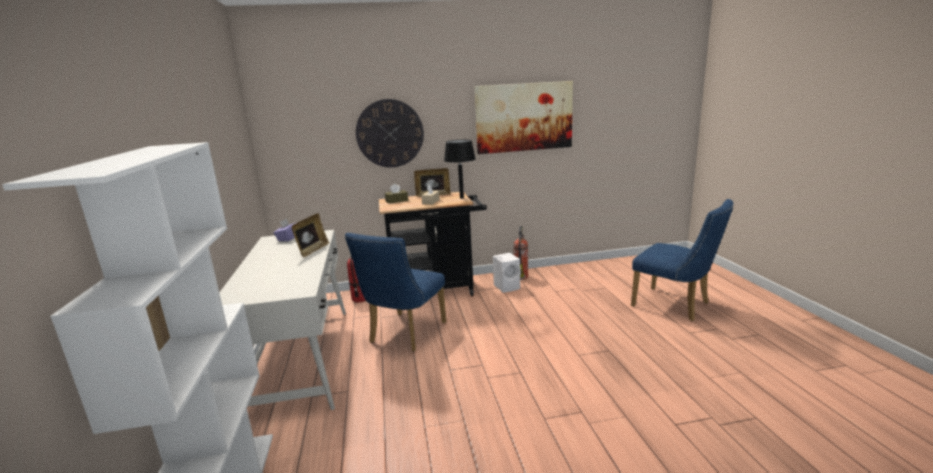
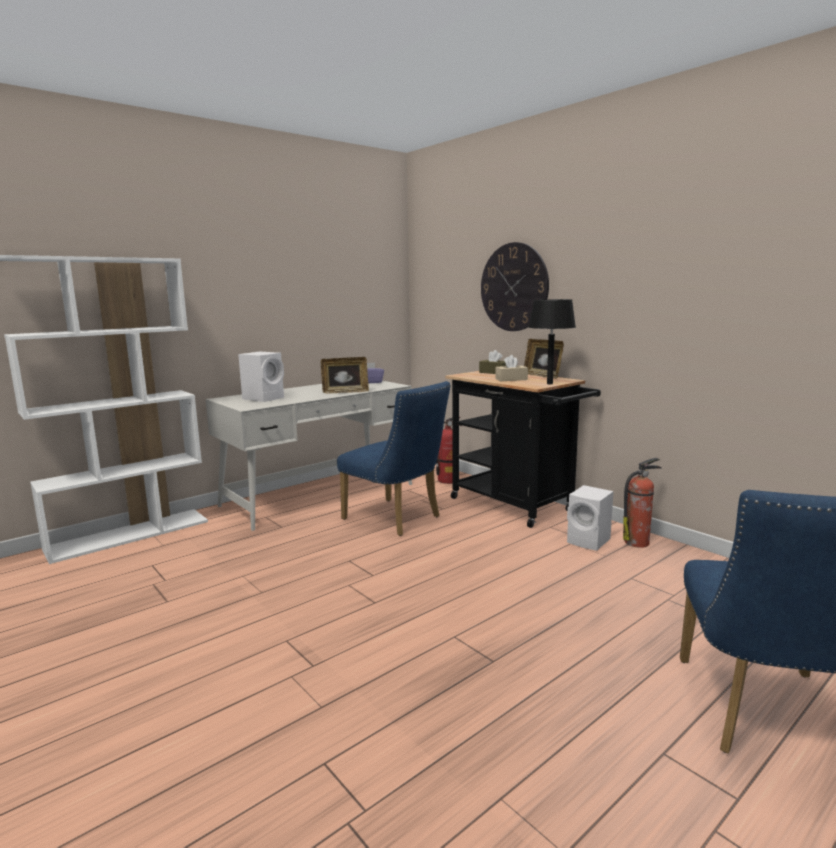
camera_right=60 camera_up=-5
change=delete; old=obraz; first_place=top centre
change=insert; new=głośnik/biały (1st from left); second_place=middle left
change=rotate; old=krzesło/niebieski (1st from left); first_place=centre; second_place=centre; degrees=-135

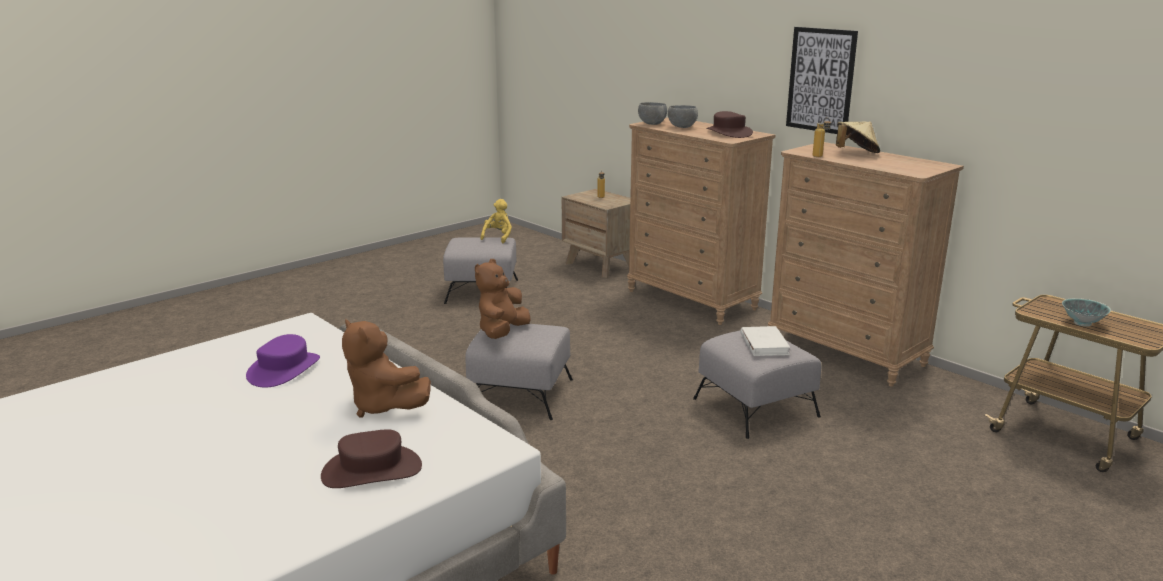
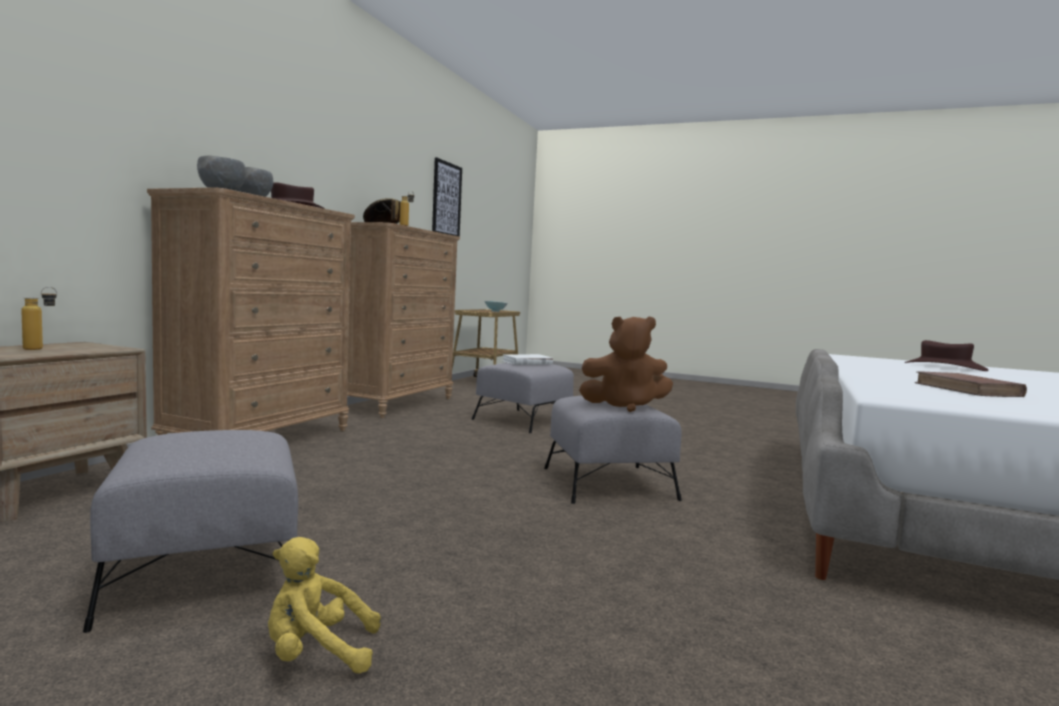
camera_right=-115 camera_up=-15
change=delete; old=pluszak/brązowy (1st from left); first_place=middle left
change=move; old=pluszak/żółty; first_place=centre; second_place=bottom left
change=move; old=obraz; first_place=top right; second_place=top centre
change=replace; old=kapelusz/fioletowy; new=książka/brązowy; first_place=middle left; second_place=middle right

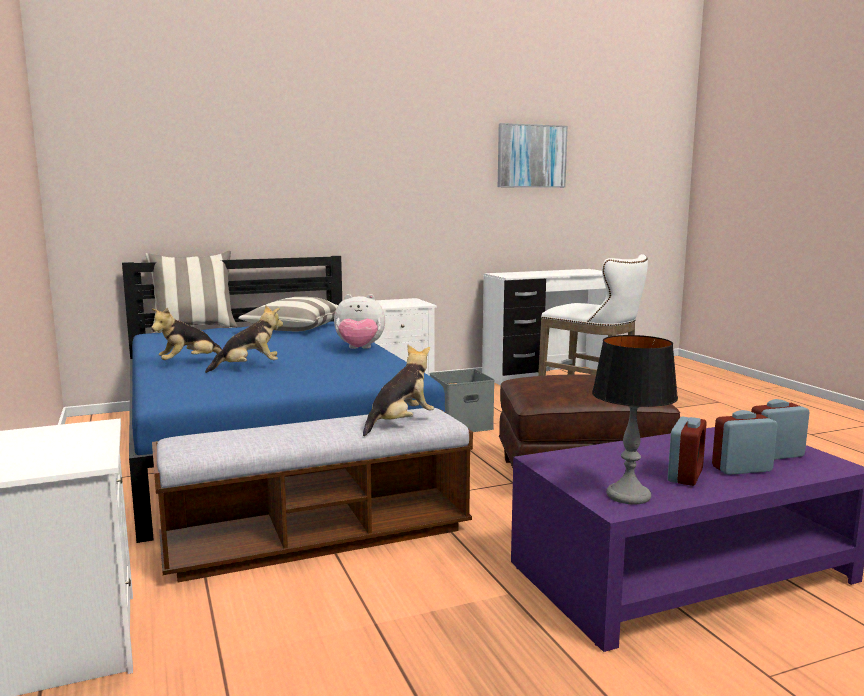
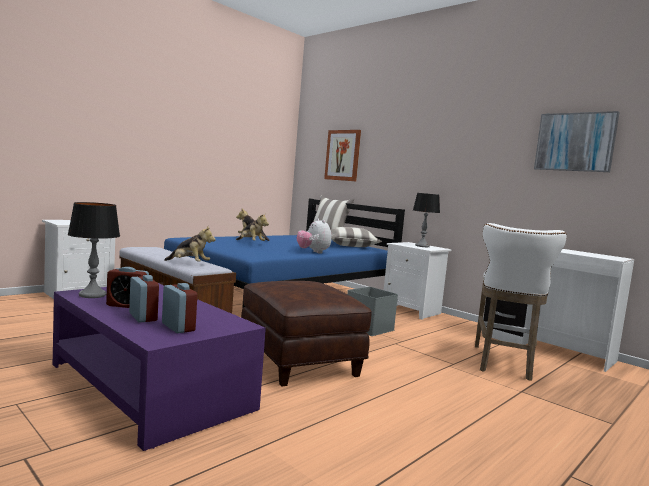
camera_right=65 camera_up=-5
change=insert; new=obraz (1st from left); second_place=top centre
change=insert; new=lampa stołowa (2nd from left); second_place=centre

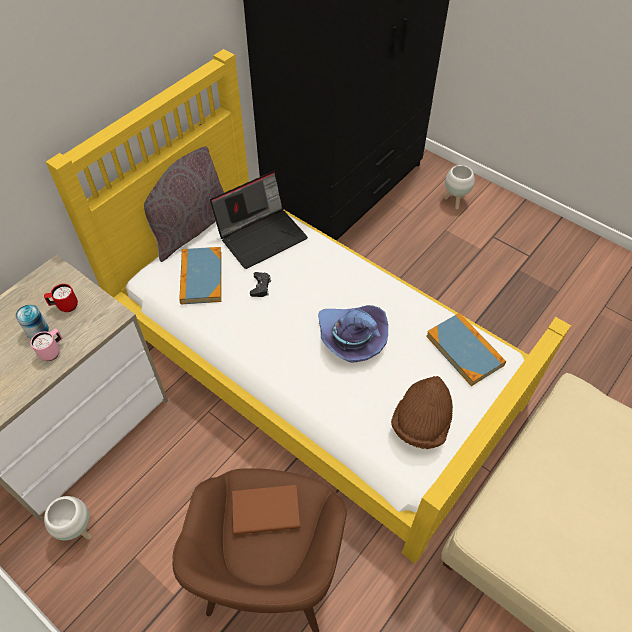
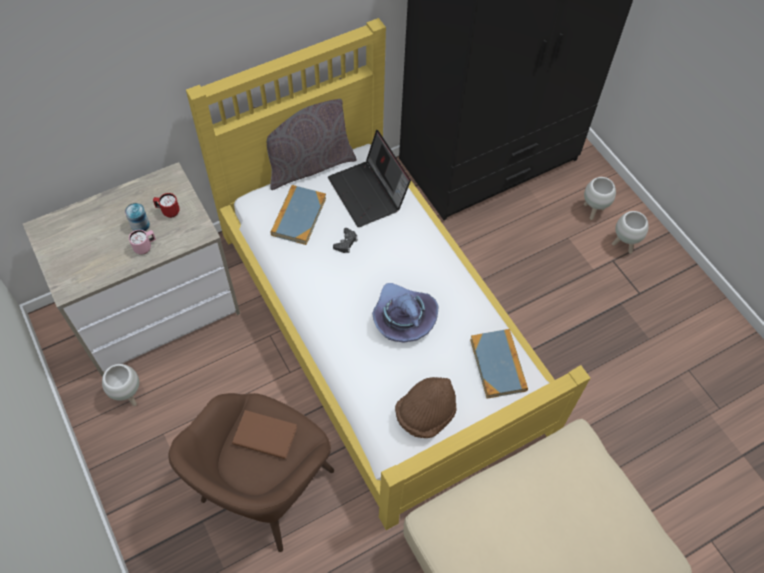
camera_right=20 camera_up=5
change=insert; new=donica/biały (3rd from left); second_place=middle right
change=rotate; old=laptop; first_place=centre; second_place=top centre; degrees=75

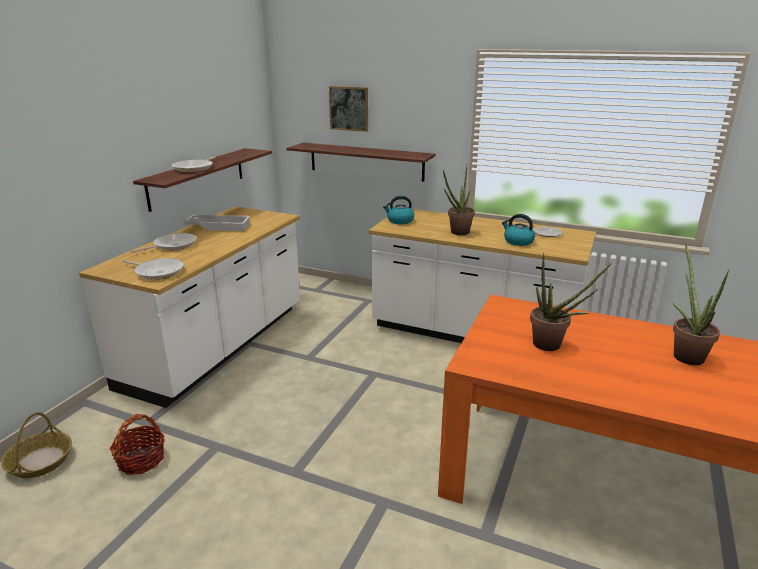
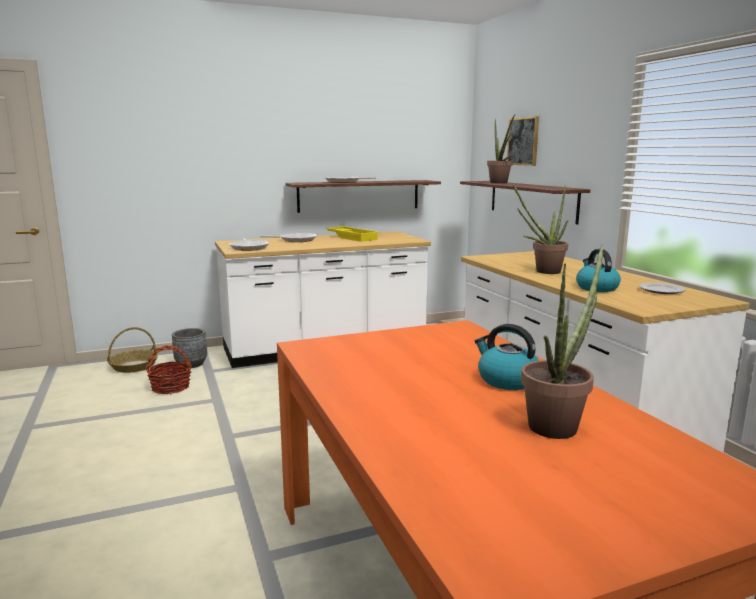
camera_right=45 camera_up=-10
change=insert; new=donica/szary; second_place=middle left
change=move; old=czajnik (1st from left); first_place=centre; second_place=middle right
change=move; old=roślina doniczkowa (2nd from left in the first image); new=roślina doniczkowa (1st from left); first_place=middle right; second_place=top centre
change=recolor; old=taca/biały; new=taca/żółty; first_place=middle left; second_place=centre

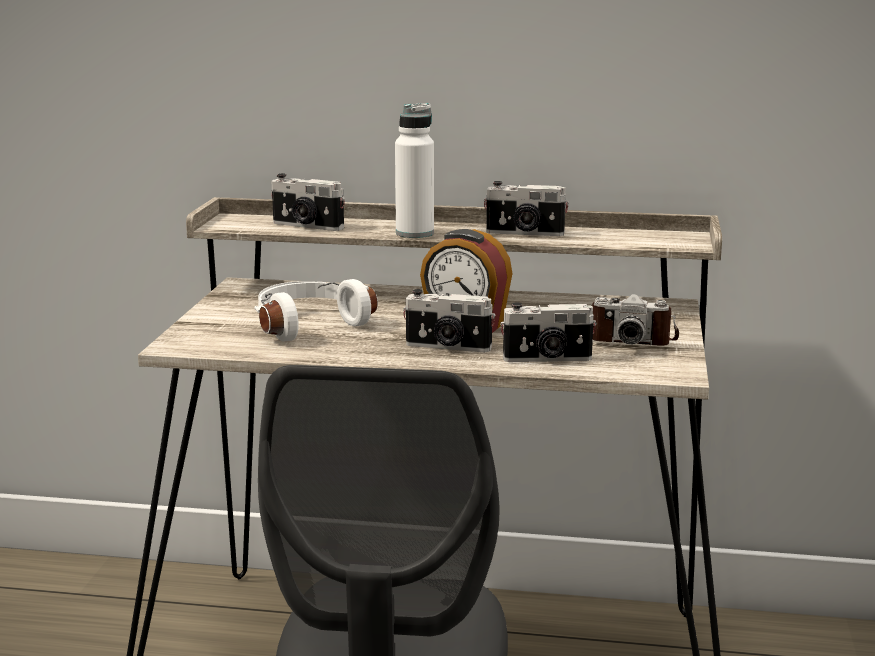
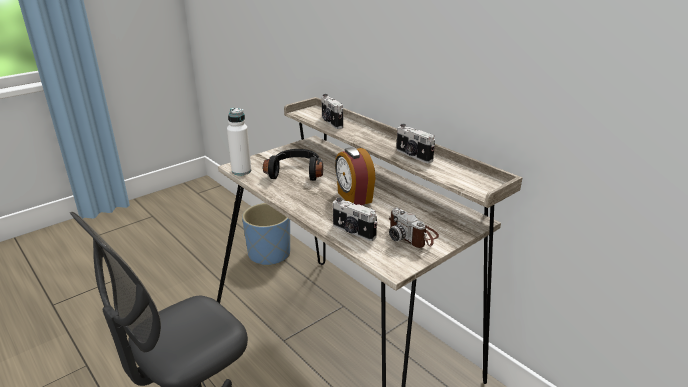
camera_right=40 camera_up=10
change=delete; old=aparat fotograficzny (2nd from left); first_place=centre
change=insert; new=donica/niebieski; second_place=centre
change=move; old=butelka/biały; first_place=top centre; second_place=centre
change=recolor; old=słuchawki/biały; new=słuchawki/czarny; first_place=centre; second_place=centre

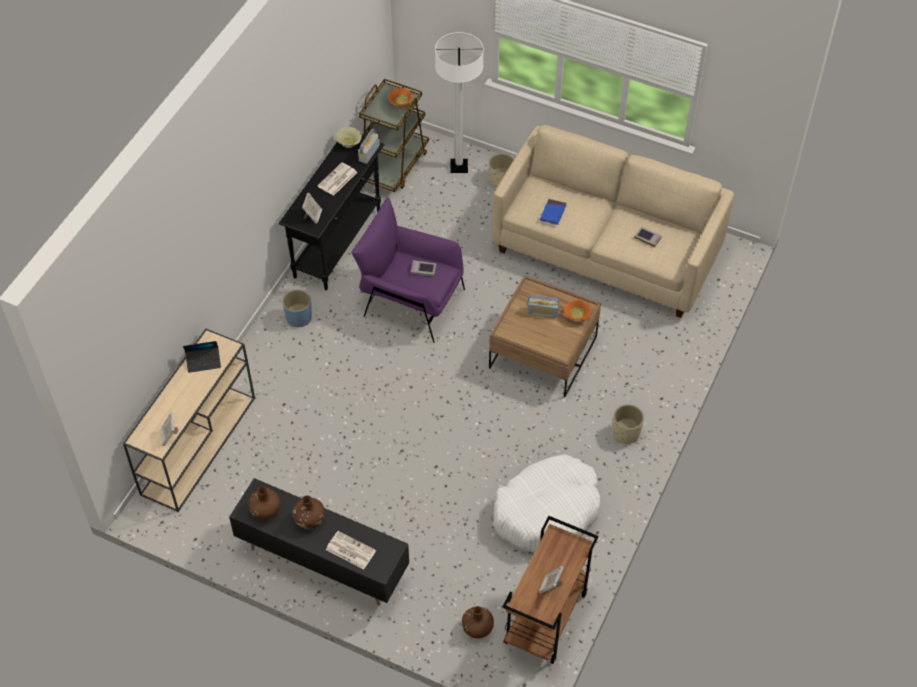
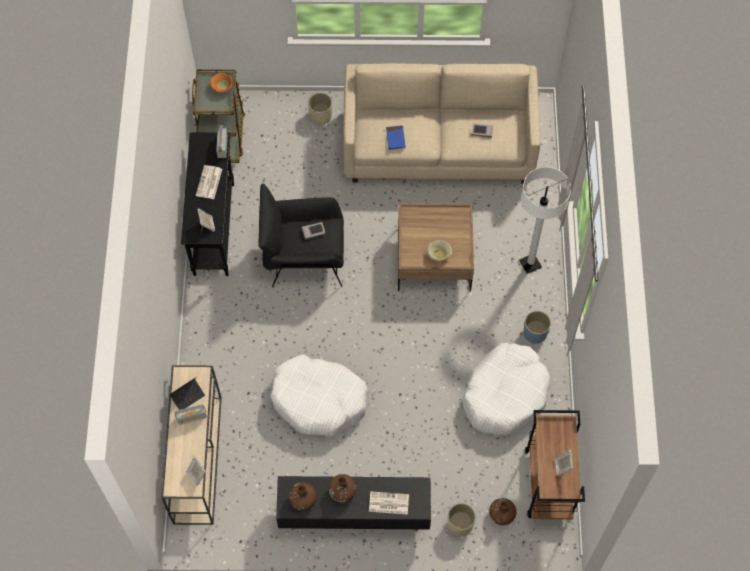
camera_right=-25 camera_up=10
change=delete; old=miska/pomarańczowy (2nd from left); first_place=centre
change=insert; new=legowisko/biały (1st from left); second_place=bottom centre
change=move; old=donica/niebieski; first_place=middle left; second_place=middle right
change=move; old=miska/beżowy; first_place=top centre; second_place=centre
change=move; old=lampa stojąca/biały; first_place=top centre; second_place=middle right
change=move; old=radio (2nd from left in the first image); new=radio (1st from left); first_place=centre; second_place=bottom left
change=move; old=donica/beżowy (2nd from left); first_place=middle right; second_place=bottom centre
change=recolor; old=fotel/fioletowy; new=fotel/czarny; first_place=centre; second_place=centre

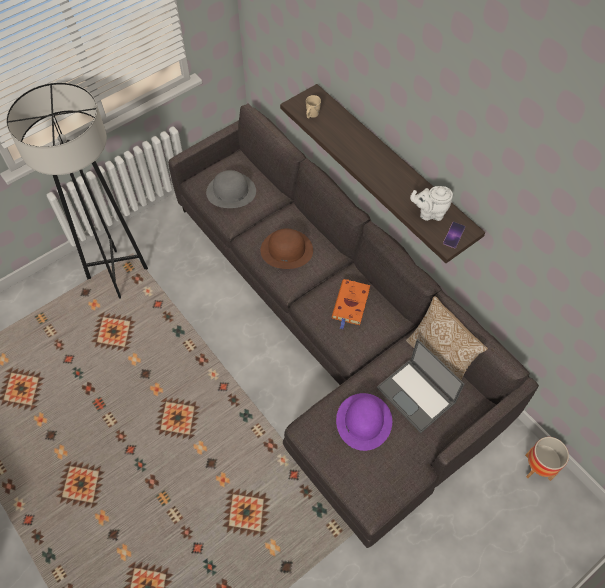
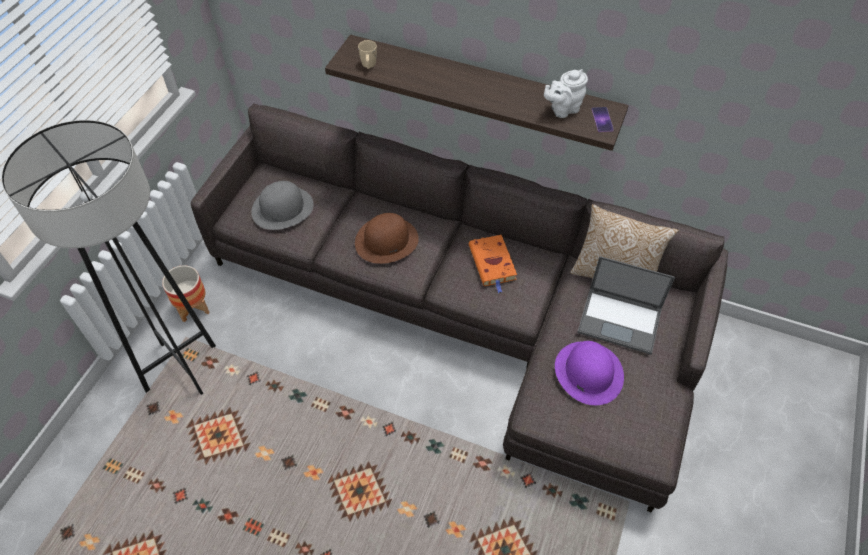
camera_right=-30 camera_up=-5
change=move; old=donica; first_place=bottom right; second_place=middle left

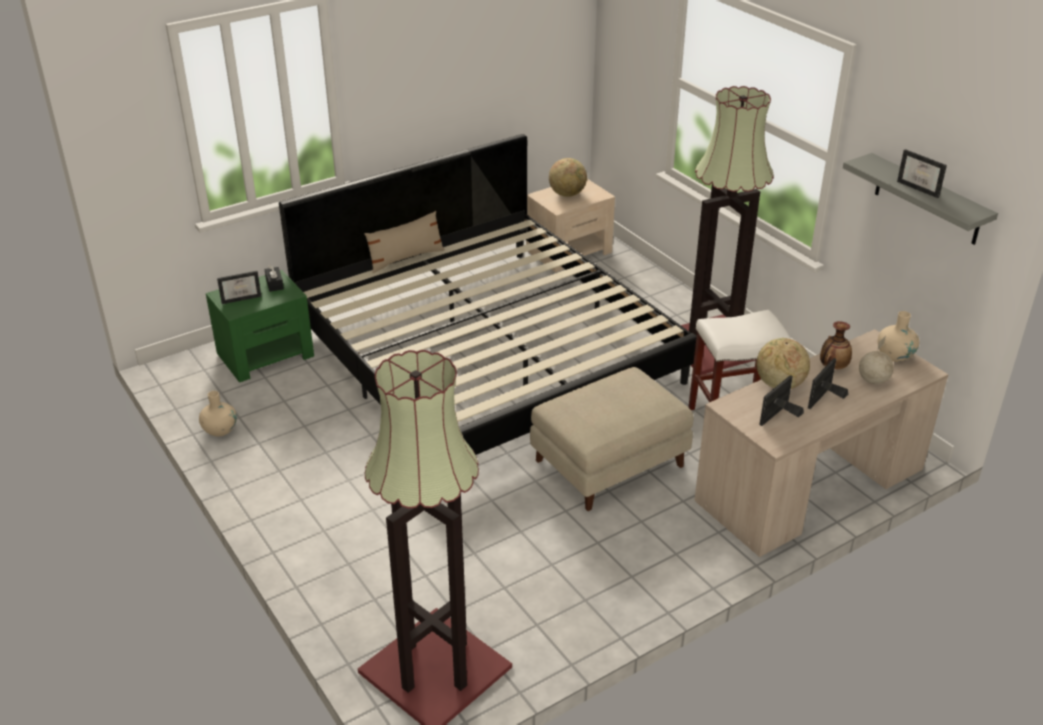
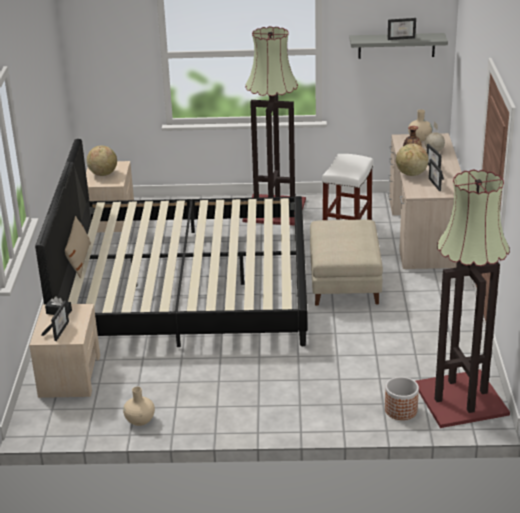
camera_right=-55 camera_up=-5
change=insert; new=donica; second_place=bottom right
change=recolor; old=szafka nocna/zielony; new=szafka nocna/beżowy (1st from left); first_place=middle left; second_place=bottom left

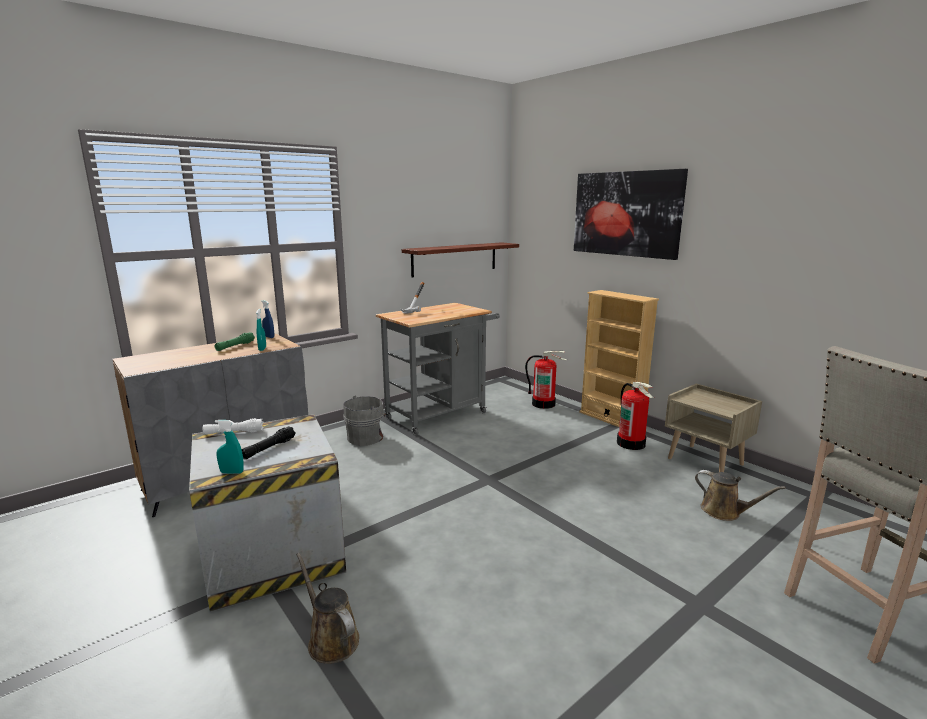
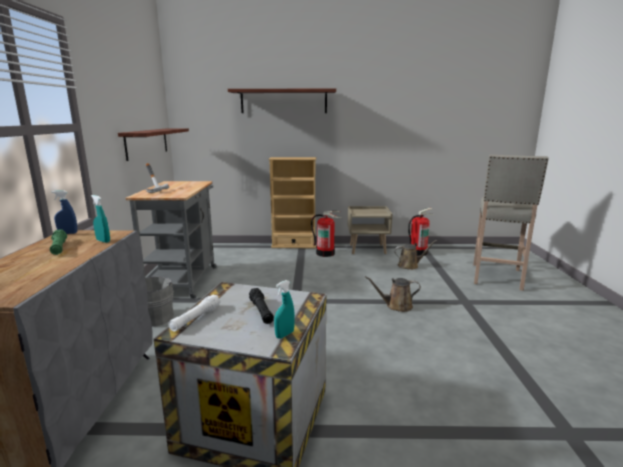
camera_right=-50 camera_up=0
change=move; old=konewka/brązowy (1st from left); first_place=bottom centre; second_place=centre
change=move; old=gaśnica (1st from left in the first image); new=gaśnica (2nd from left); first_place=centre; second_place=middle right
change=replace; old=obraz; new=półka (2nd from left); first_place=top right; second_place=top centre

